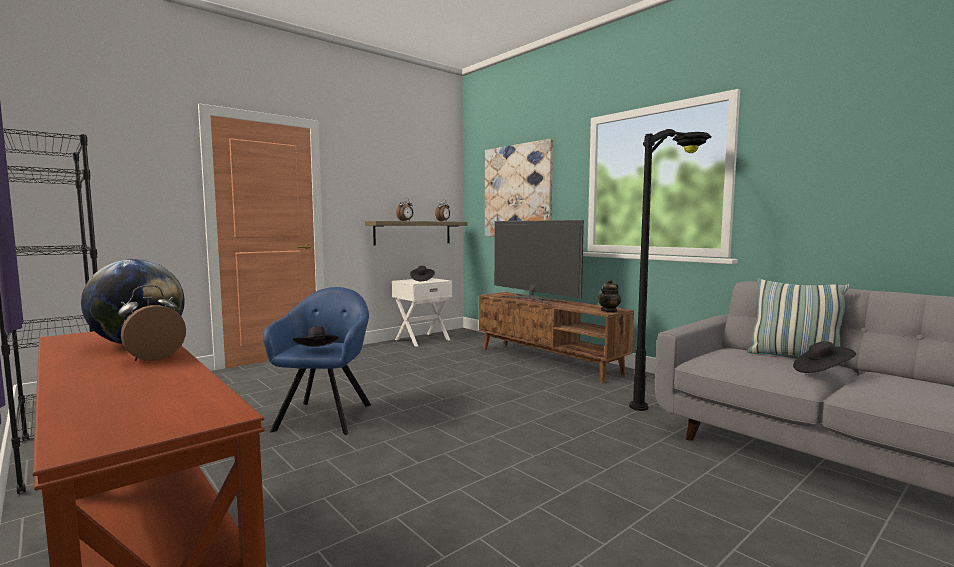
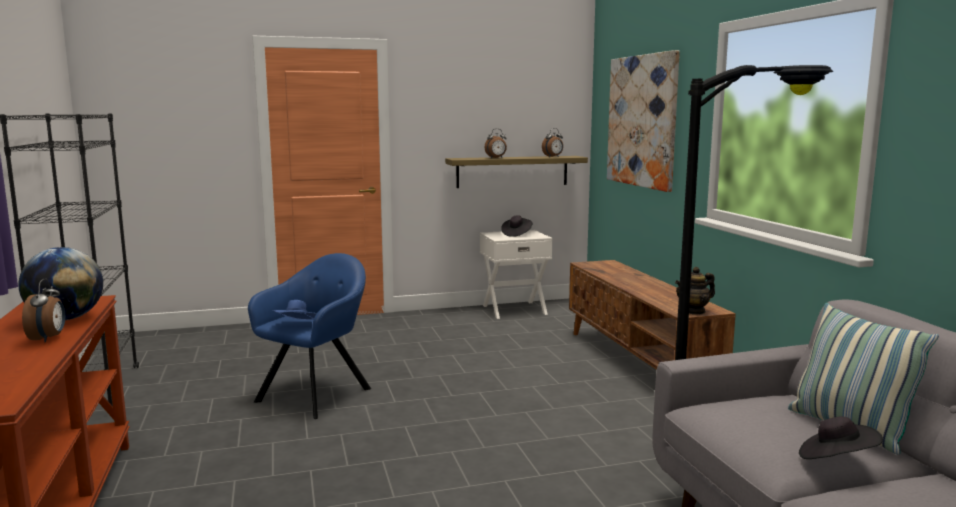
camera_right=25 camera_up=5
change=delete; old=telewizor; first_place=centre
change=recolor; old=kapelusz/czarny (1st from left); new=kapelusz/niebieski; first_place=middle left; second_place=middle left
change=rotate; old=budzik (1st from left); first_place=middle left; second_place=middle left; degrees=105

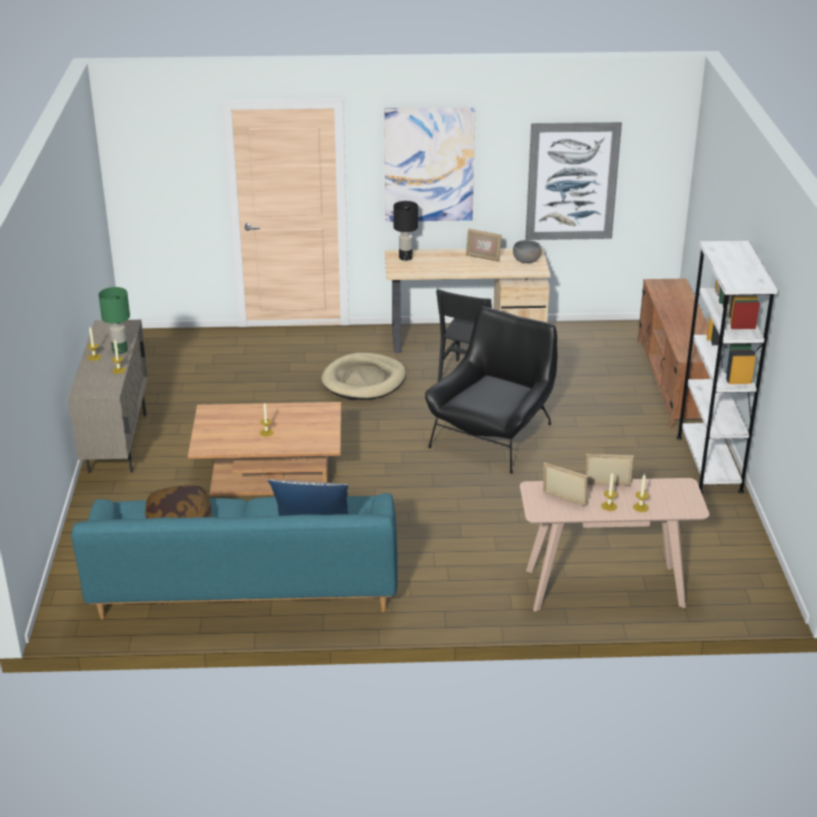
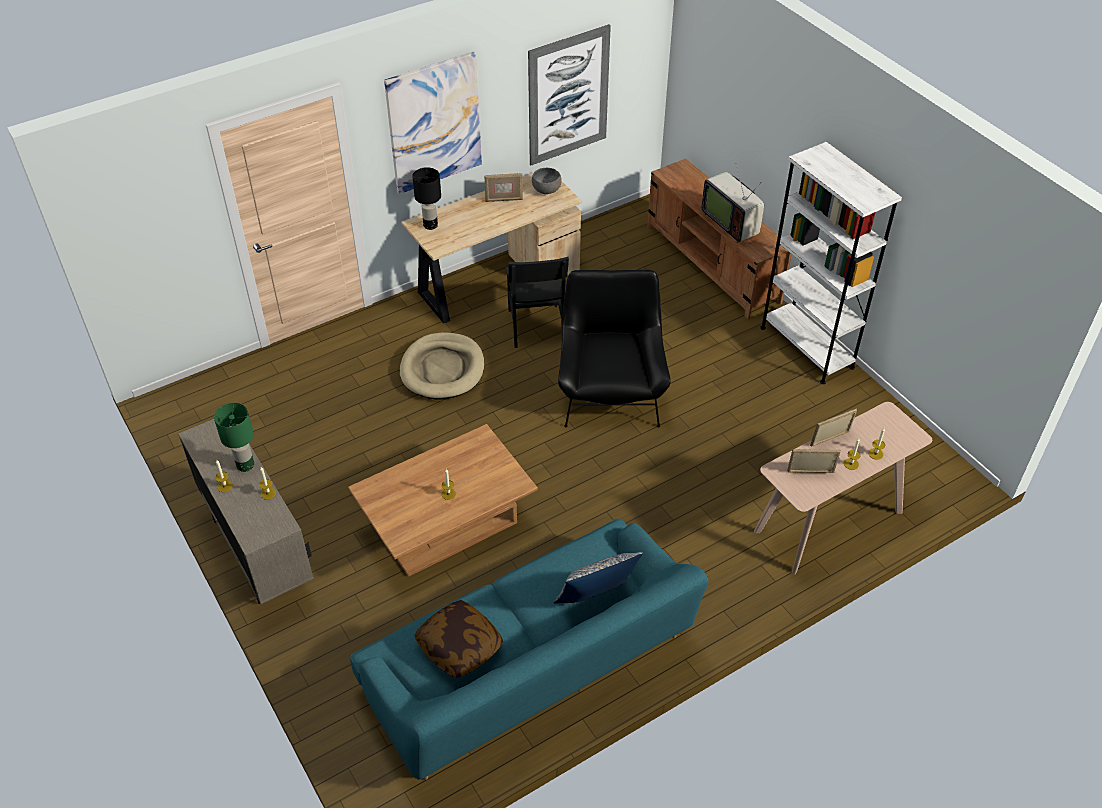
camera_right=-30 camera_up=15
change=insert; new=telewizor; second_place=top centre

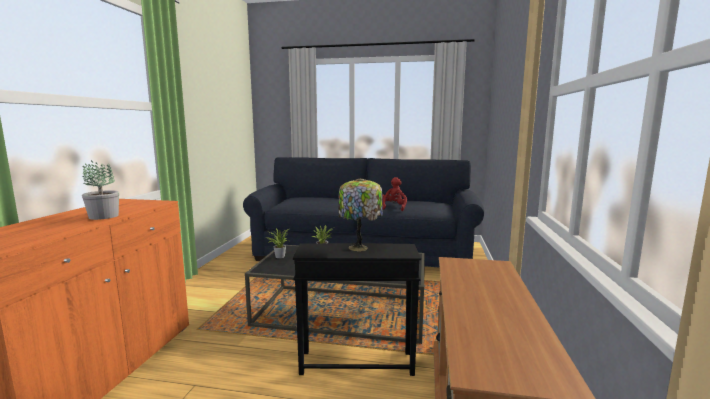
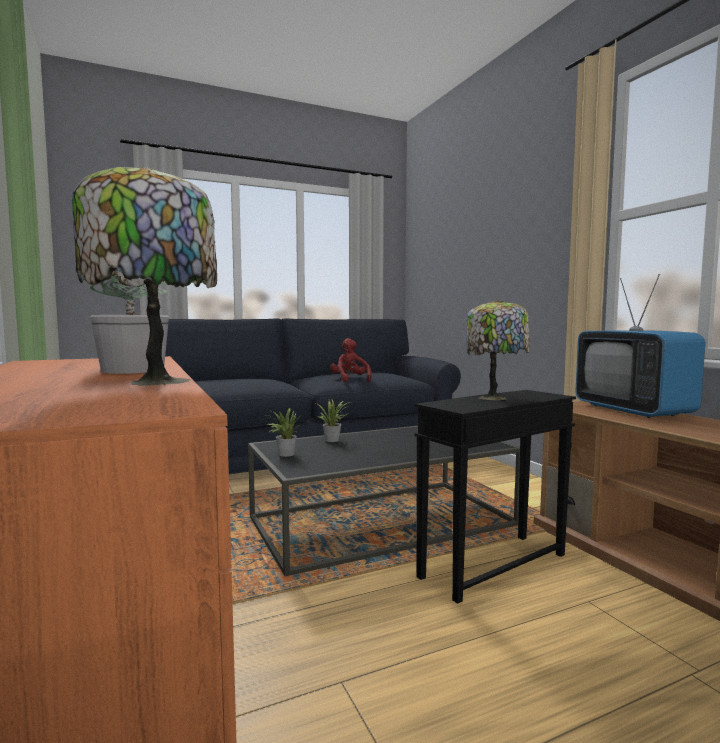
camera_right=-35 camera_up=-5
change=insert; new=lampa stołowa (1st from left); second_place=middle left
change=insert; new=telewizor; second_place=middle right

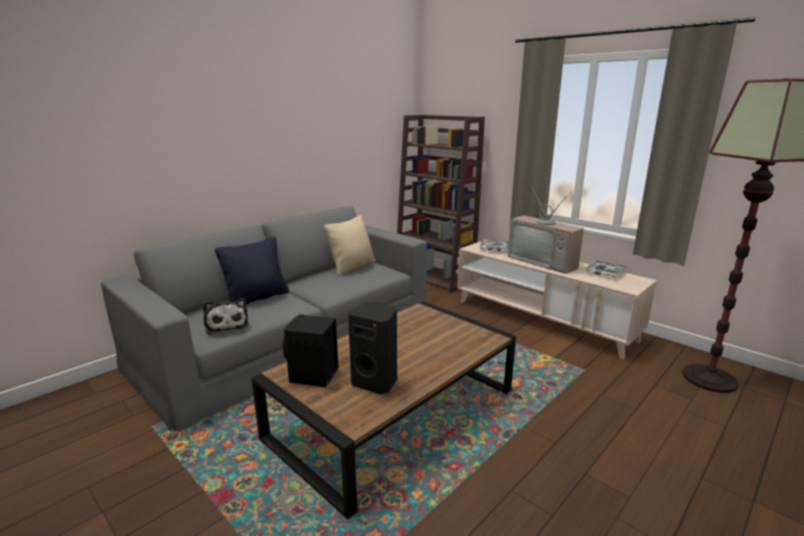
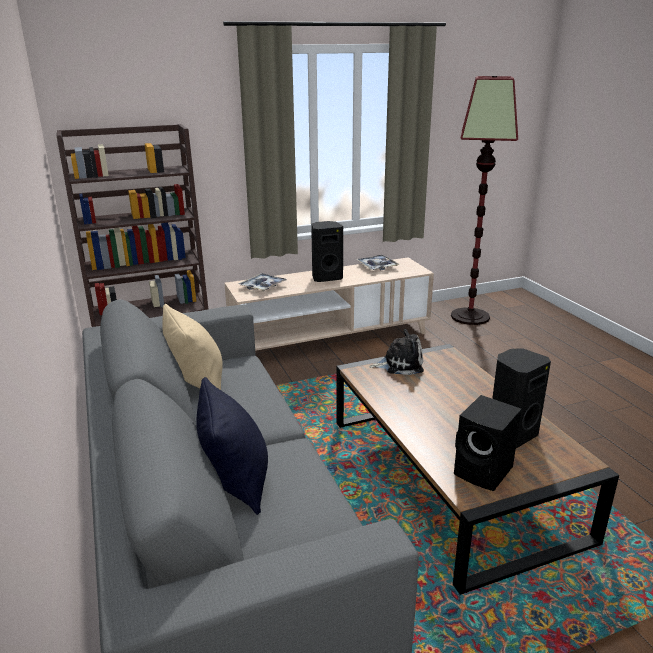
camera_right=-65 camera_up=5
change=move; old=pluszak; first_place=middle left; second_place=centre
change=replace; old=telewizor; new=głośnik/czarny (1st from left); first_place=middle right; second_place=centre

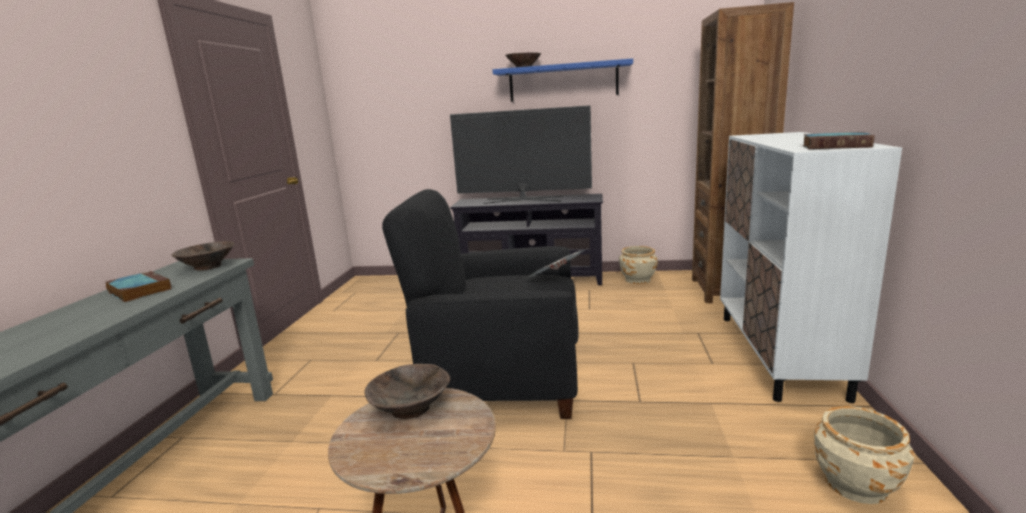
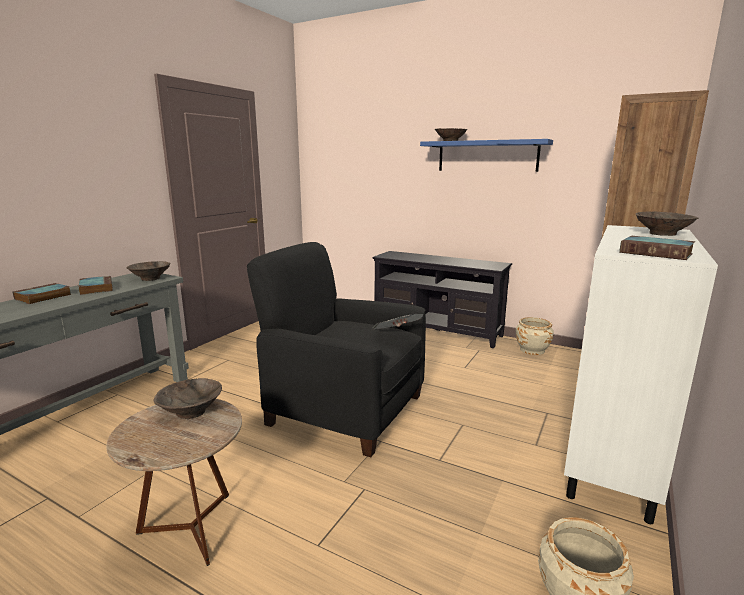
camera_right=20 camera_up=0
change=delete; old=telewizor; first_place=top centre
change=insert; new=książka (1st from left); second_place=middle left
change=insert; new=miska/brązowy (4th from left); second_place=middle right

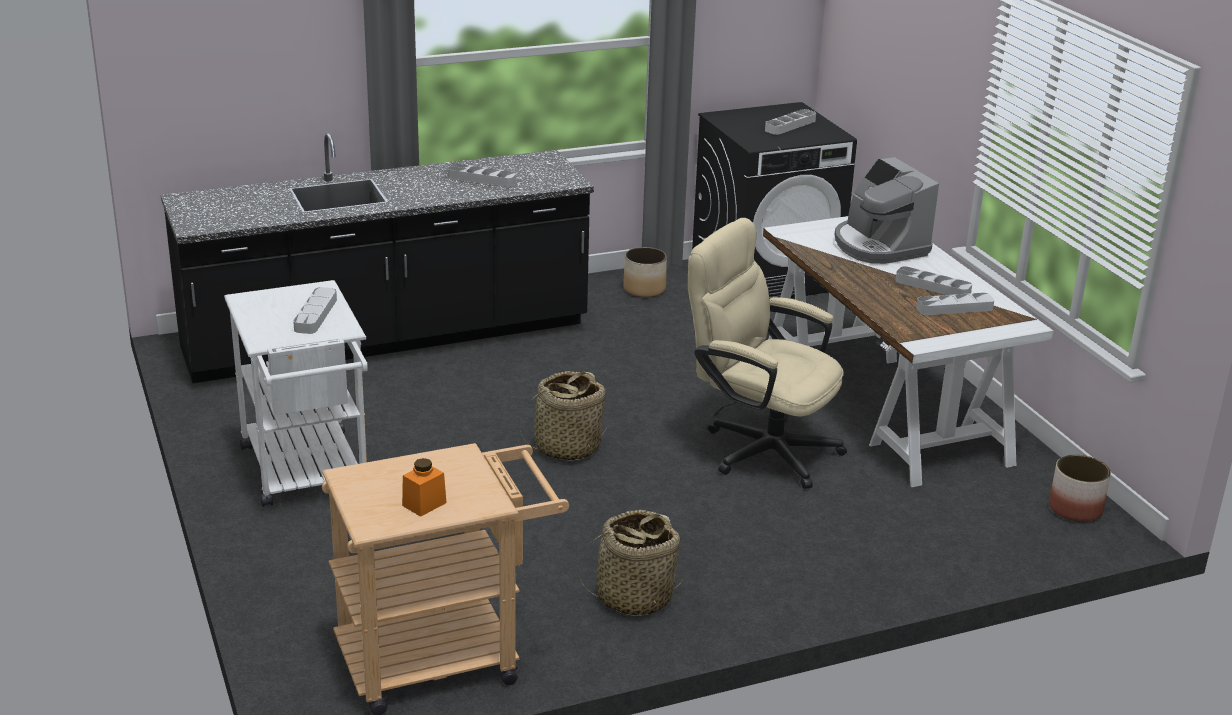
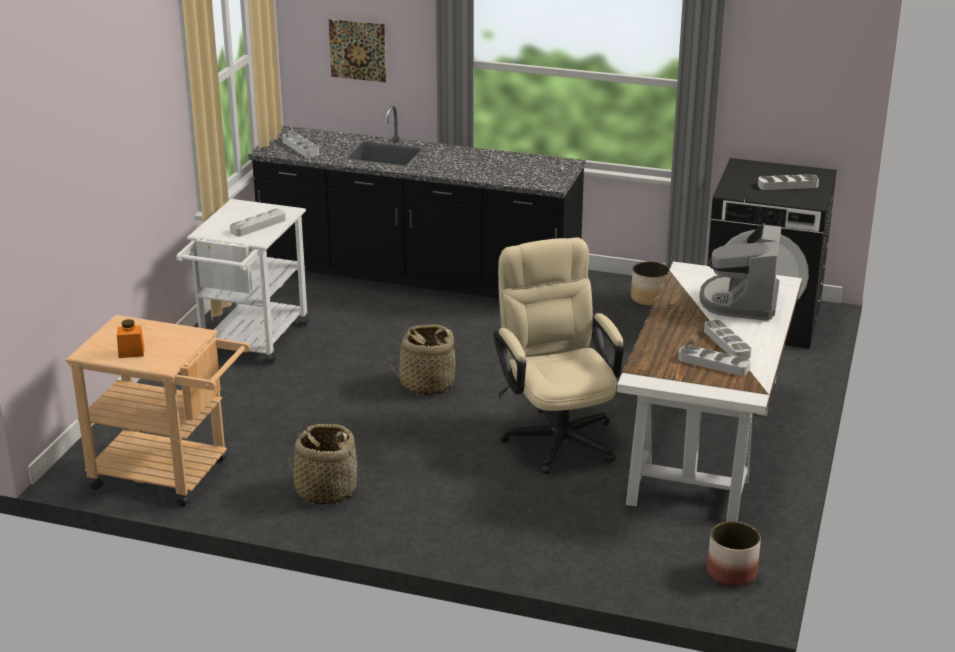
camera_right=40 camera_up=0
change=insert; new=obraz; second_place=top centre
change=move; old=taca/szary (2nd from left); first_place=top centre; second_place=top left

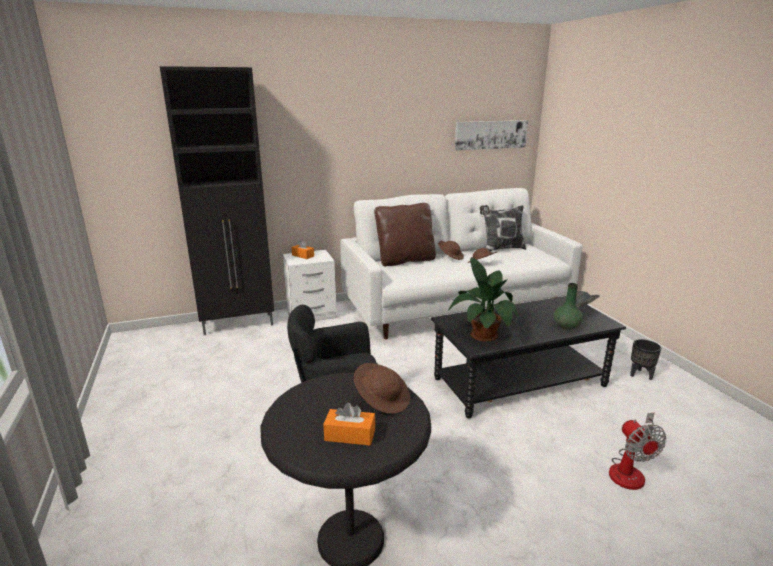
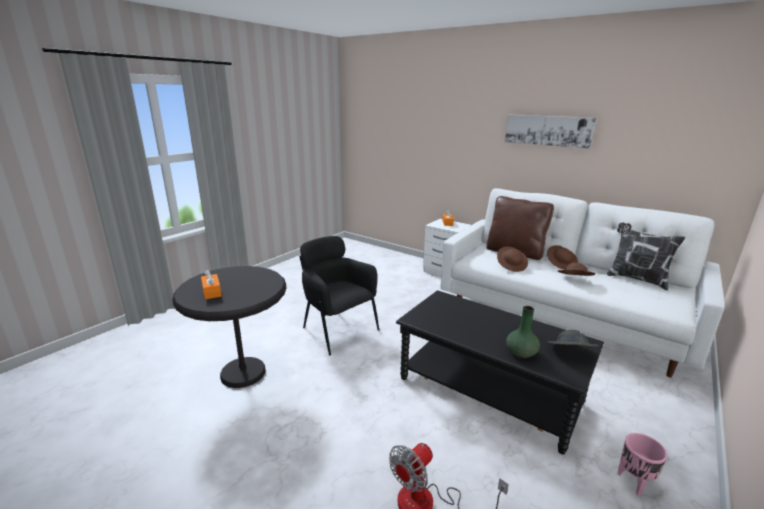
camera_right=55 camera_up=0
change=delete; old=szafka/czarny; first_place=middle left
change=delete; old=roślina doniczkowa; first_place=centre
change=move; old=kapelusz/brązowy (1st from left); first_place=bottom centre; second_place=middle right
change=move; old=obraz; first_place=top centre; second_place=top right
change=recolor; old=donica/czarny; new=donica/różowy; first_place=middle right; second_place=bottom right

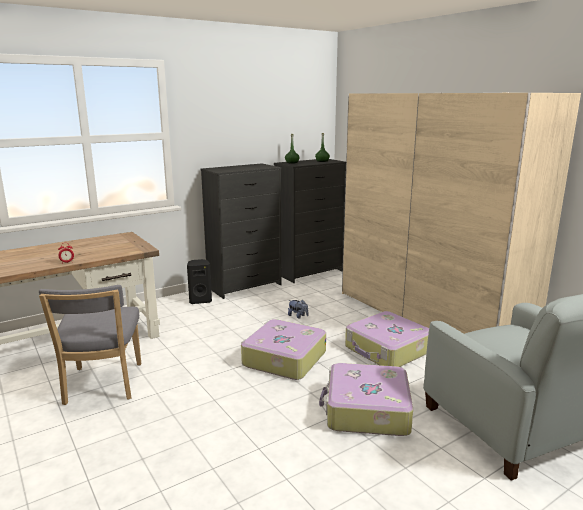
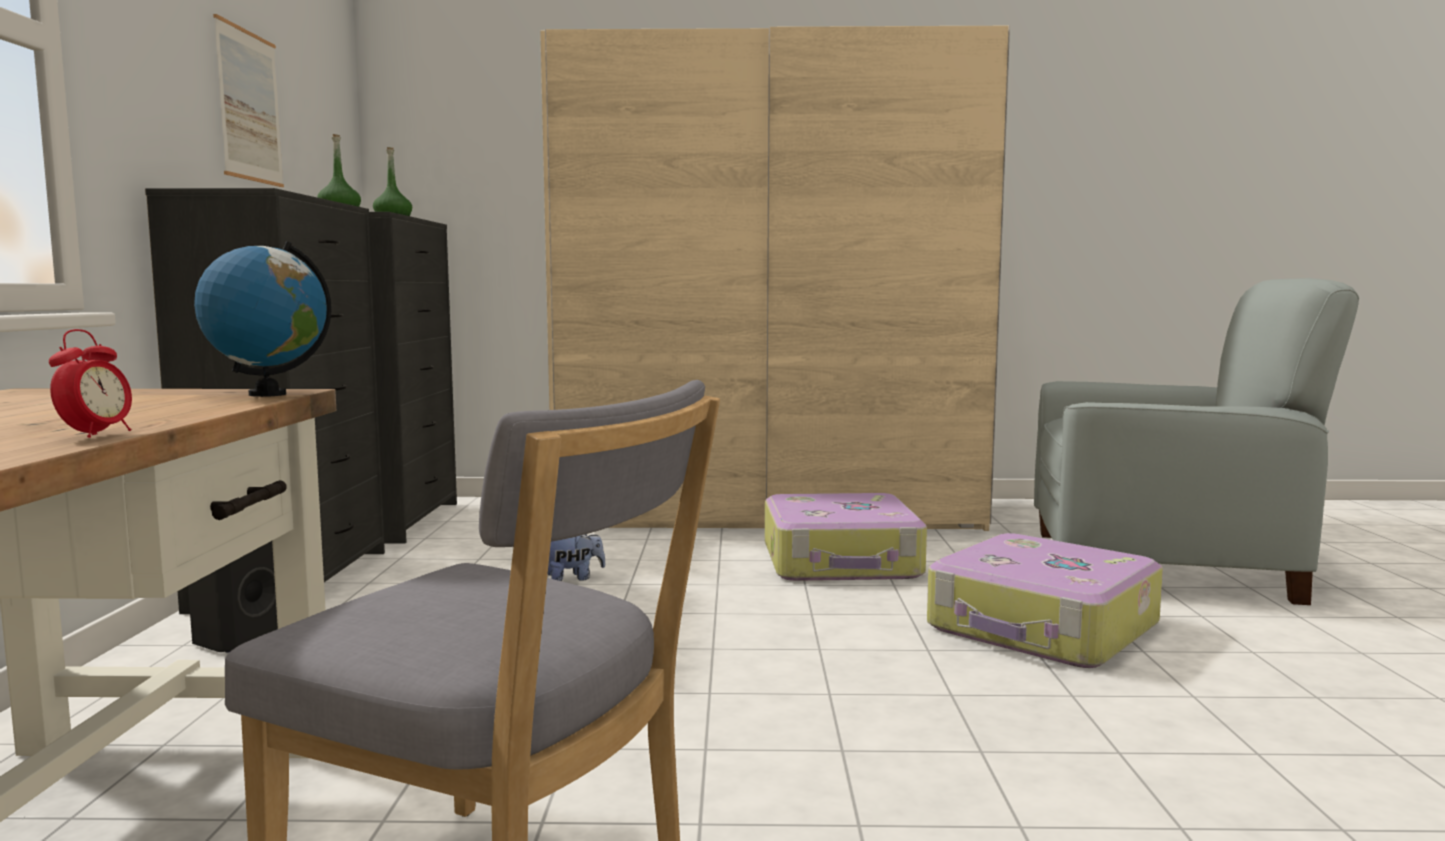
camera_right=-55 camera_up=-10
change=delete; old=walizka (1st from left); first_place=bottom centre
change=insert; new=globus; second_place=middle left
change=insert; new=obraz; second_place=top left

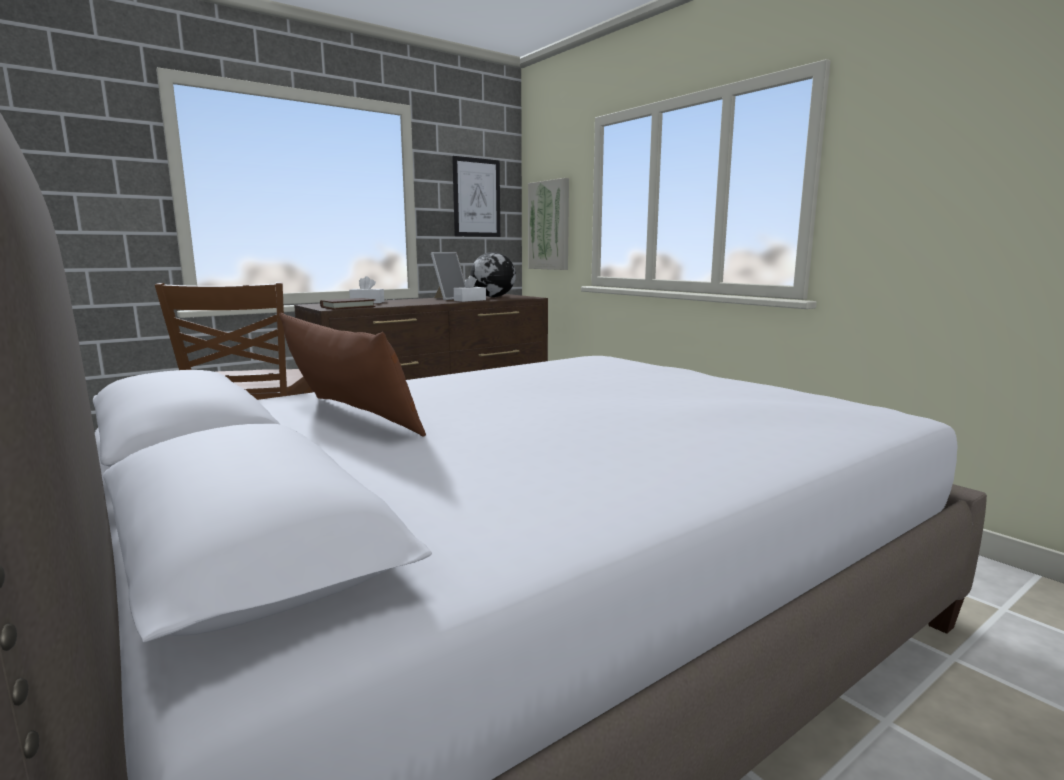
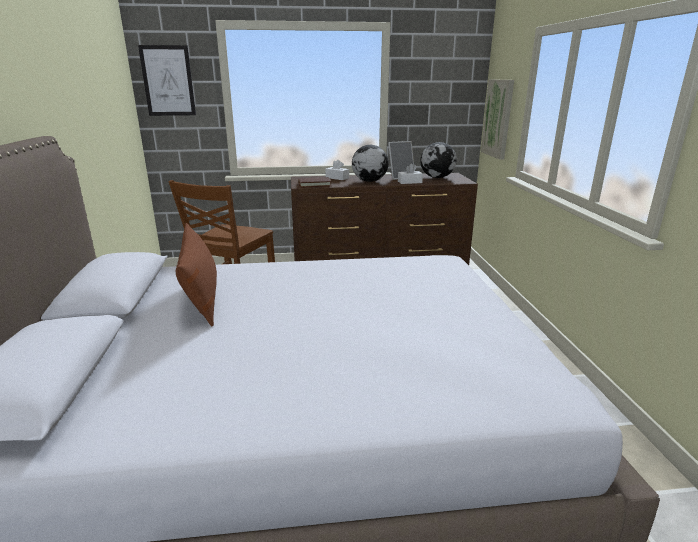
camera_right=30 camera_up=10
change=insert; new=globus (1st from left); second_place=top centre
change=move; old=obraz (1st from left); first_place=top centre; second_place=top left

